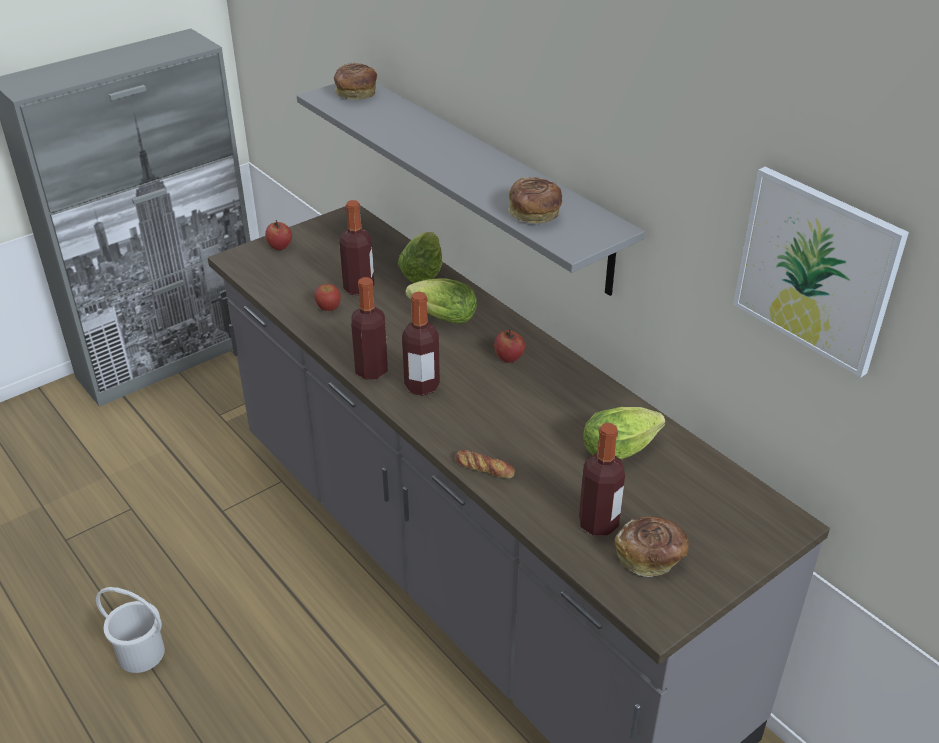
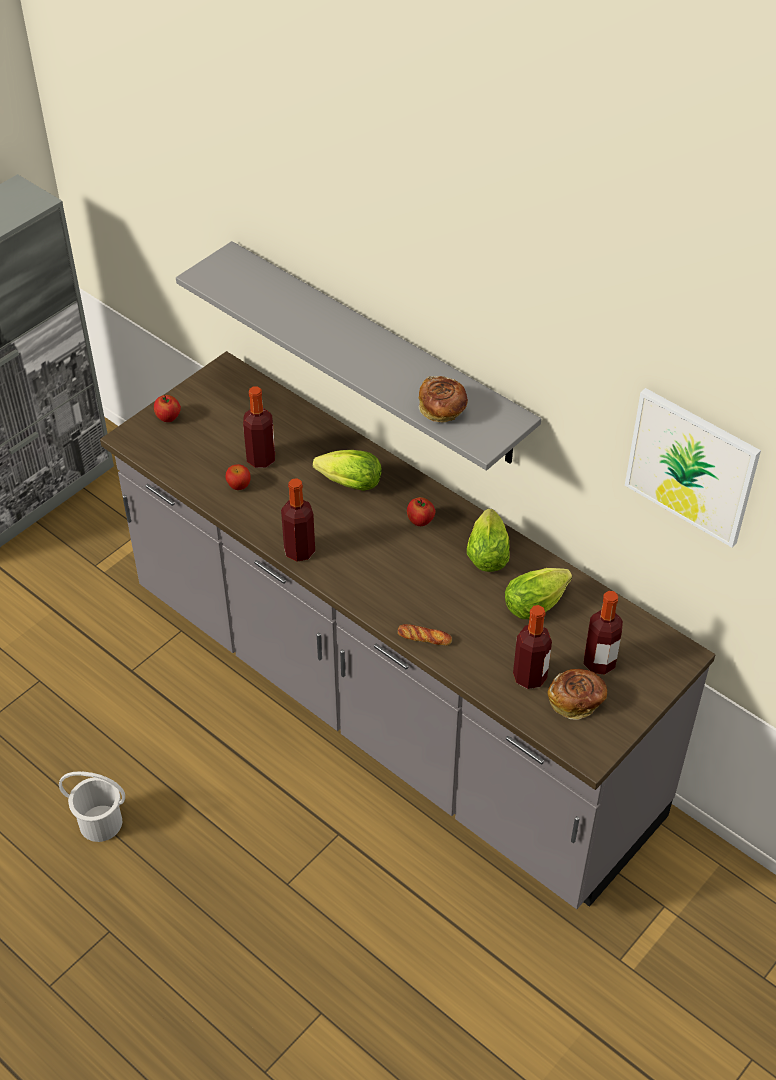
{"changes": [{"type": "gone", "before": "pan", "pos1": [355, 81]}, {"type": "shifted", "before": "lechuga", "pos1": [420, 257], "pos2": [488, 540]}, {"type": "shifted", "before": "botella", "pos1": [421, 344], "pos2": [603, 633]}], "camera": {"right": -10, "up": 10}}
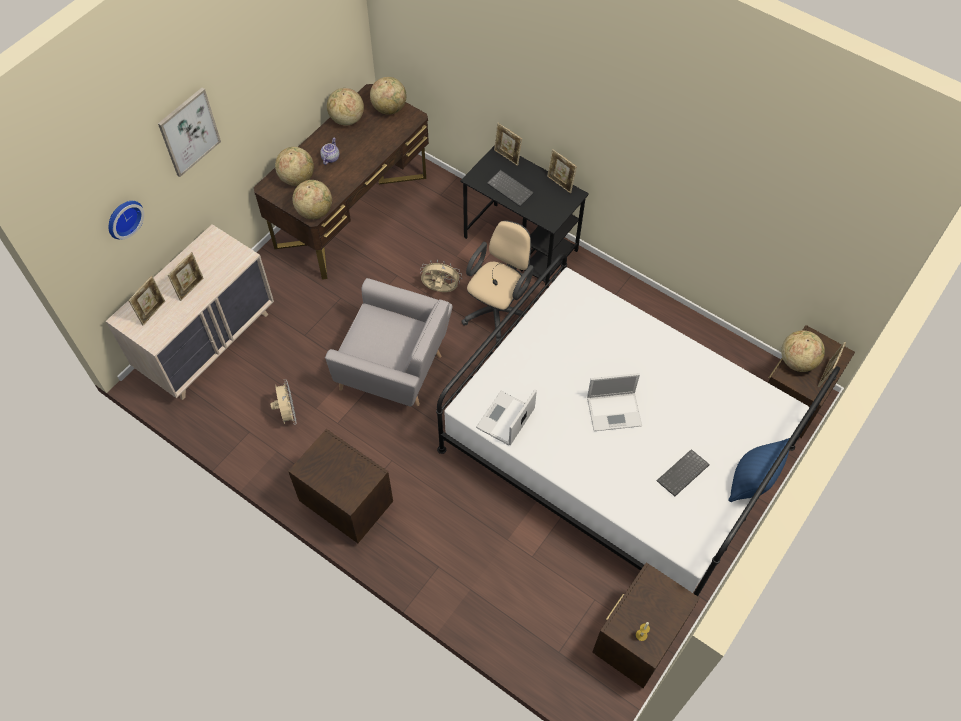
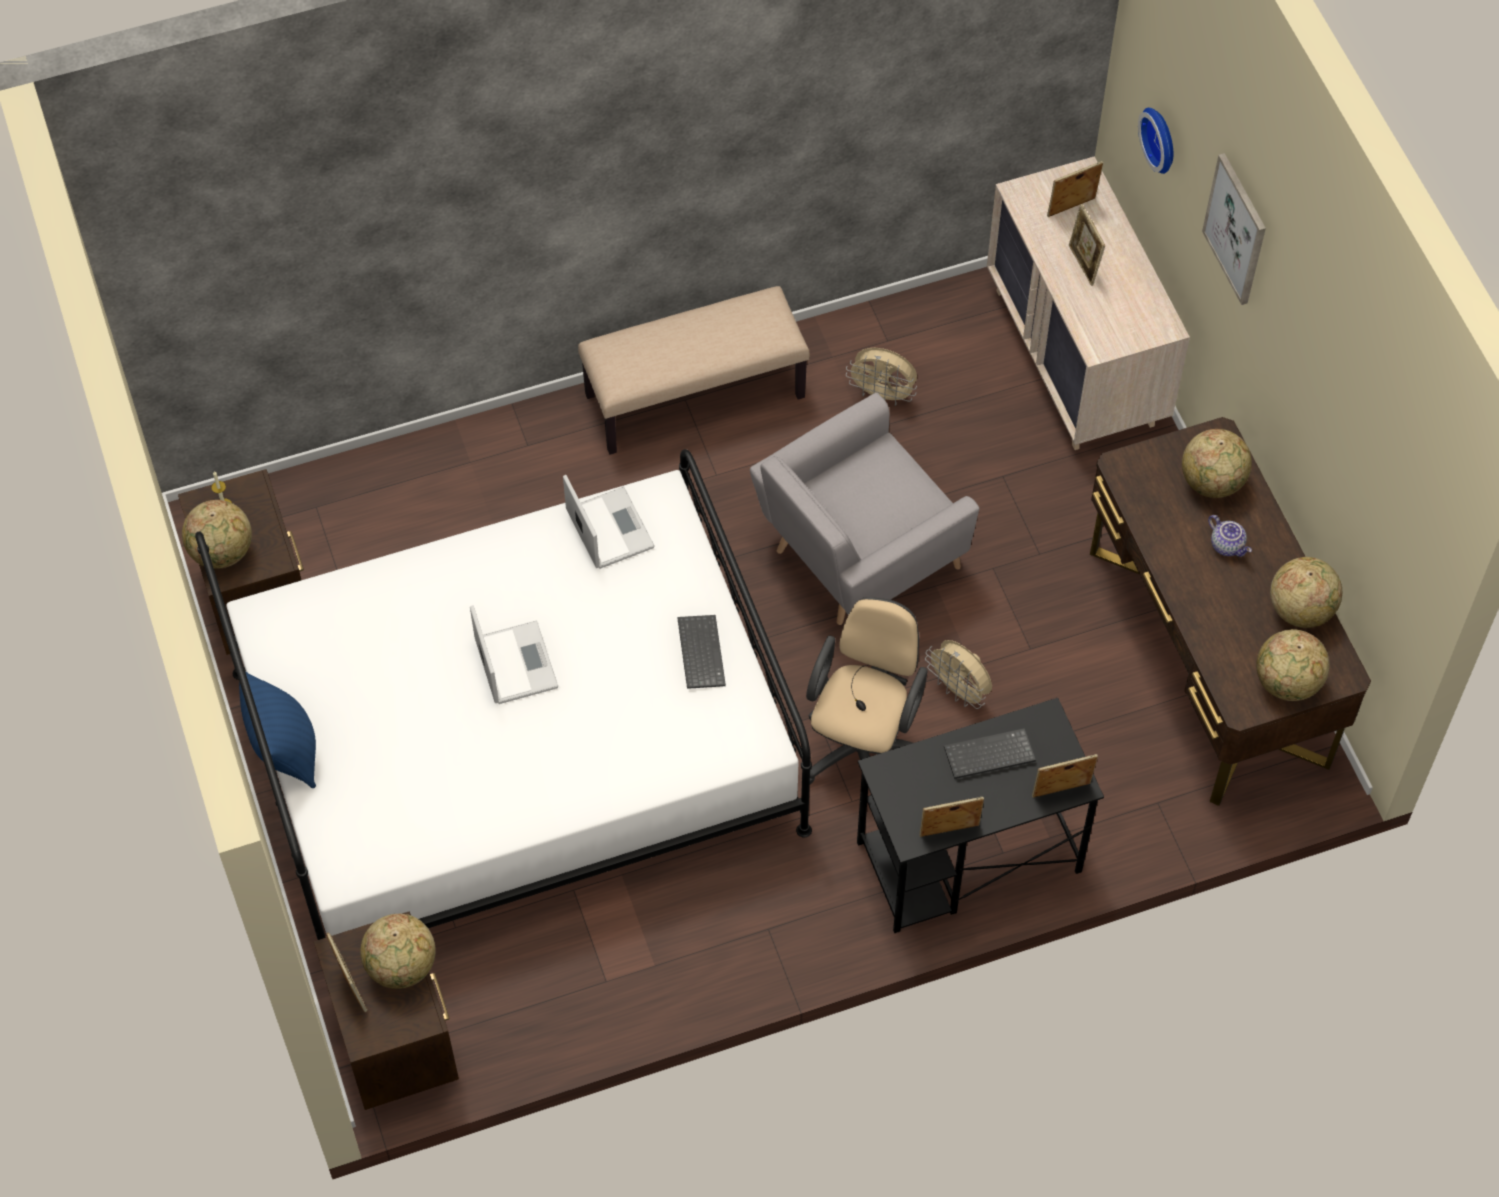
{"changes": [{"type": "rotated", "before": "portarretratos", "pos1": [146, 301], "pos2": [1075, 189], "turn": 90}, {"type": "swapped", "before": "mesita de noche (marrón)", "after": "banco (beis)", "pos1": [340, 486], "pos2": [694, 370]}, {"type": "shifted", "before": "globo terráqueo", "pos1": [312, 199], "pos2": [217, 534]}, {"type": "rotated", "before": "ventilador (beis)", "pos1": [441, 276], "pos2": [958, 674], "turn": 90}, {"type": "rotated", "before": "silla de oficina (beis)", "pos1": [497, 281], "pos2": [867, 690], "turn": -135}, {"type": "rotated", "before": "portátil", "pos1": [614, 402], "pos2": [514, 654], "turn": 135}, {"type": "shifted", "before": "teclado", "pos1": [683, 472], "pos2": [701, 652]}], "camera": {"right": 125, "up": 0}}
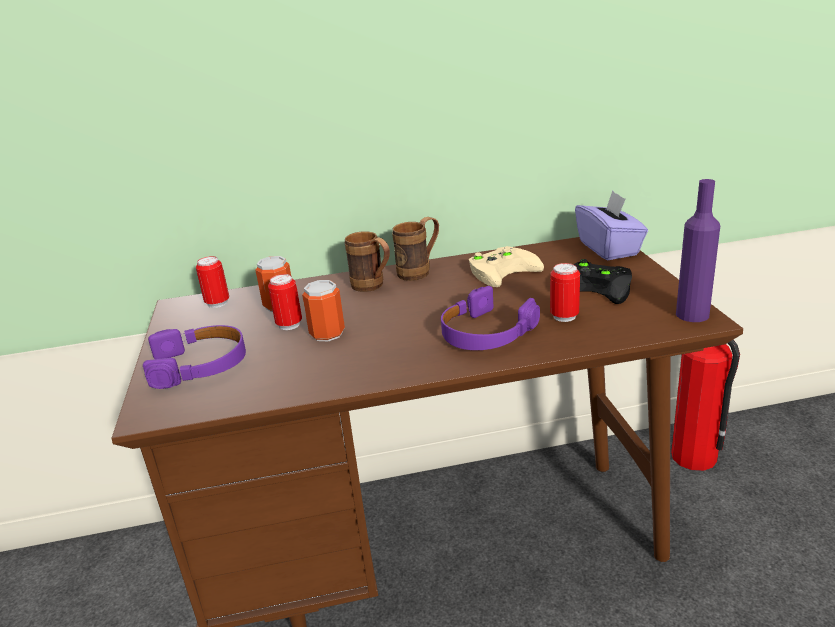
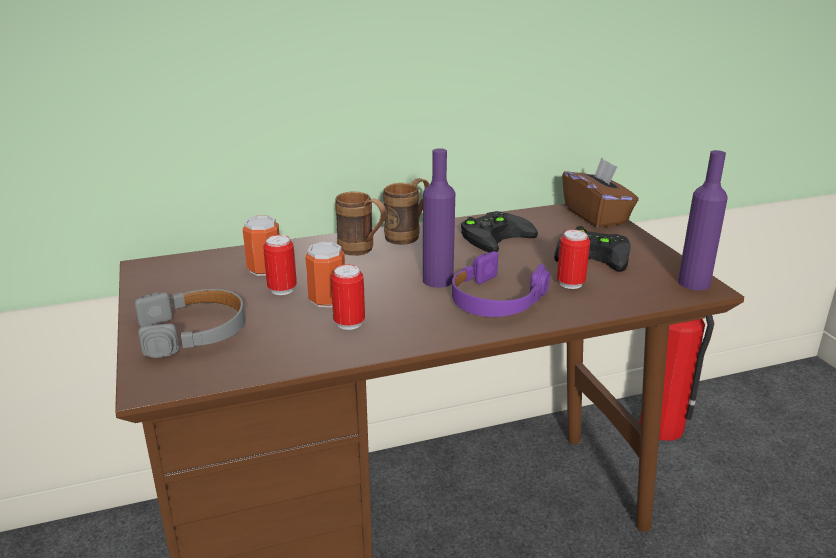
{"changes": [{"type": "repainted", "before": "auriculares (morado)", "after": "auriculares (gris)", "pos1": [194, 357], "pos2": [190, 323]}, {"type": "shifted", "before": "lata", "pos1": [212, 282], "pos2": [348, 297]}, {"type": "repainted", "before": "mando de consola (beis)", "after": "mando de consola (negro)", "pos1": [506, 266], "pos2": [499, 231]}, {"type": "repainted", "before": "caja de pañuelos (morado)", "after": "caja de pañuelos (marrón)", "pos1": [611, 225], "pos2": [600, 192]}, {"type": "new", "after": "botella (morado)", "pos2": [439, 218]}], "camera": {"right": -10, "up": 0}}
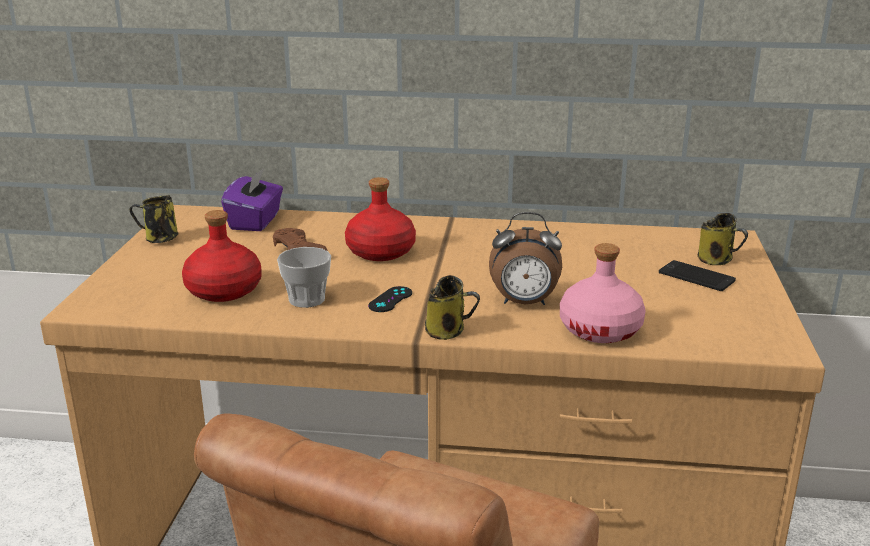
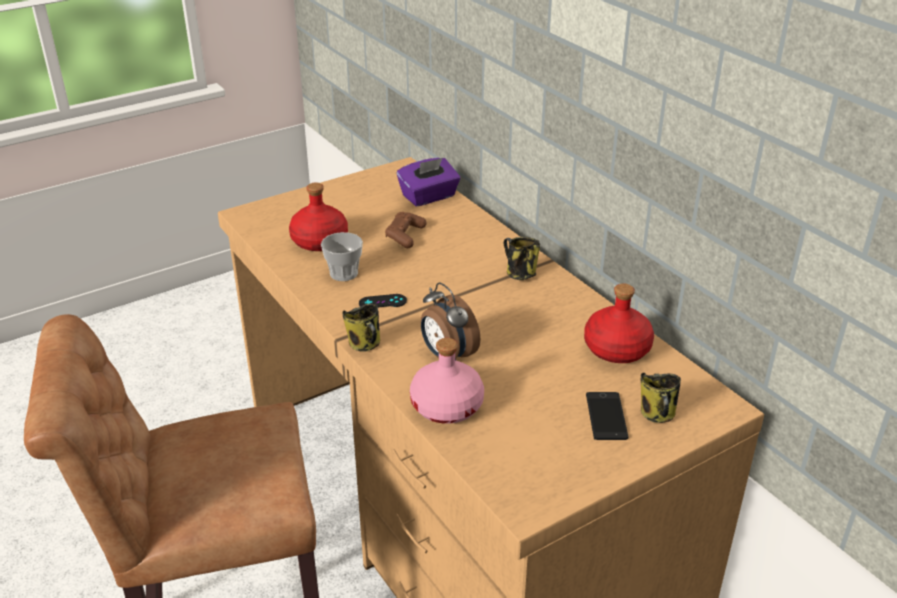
{"changes": [{"type": "shifted", "before": "taza grande", "pos1": [154, 219], "pos2": [522, 258]}, {"type": "shifted", "before": "botella (rojo)", "pos1": [380, 219], "pos2": [619, 323]}], "camera": {"right": 50, "up": 10}}
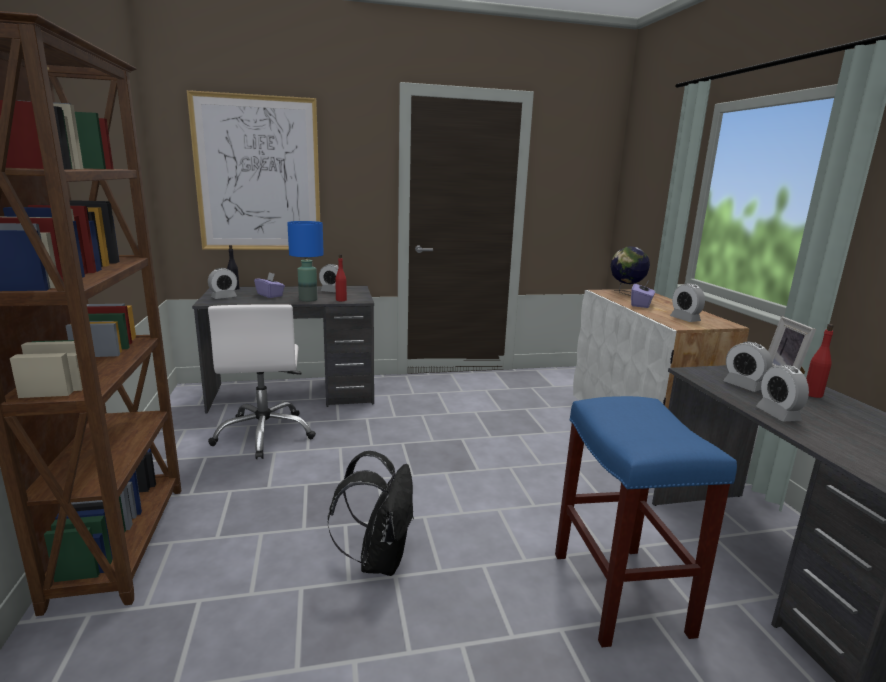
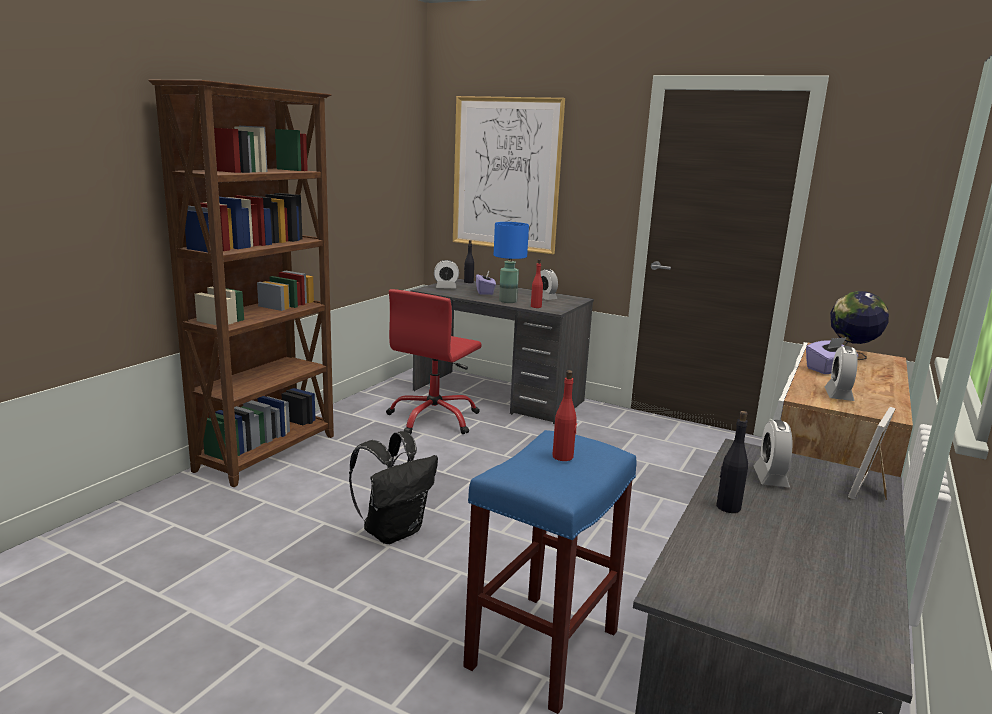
{"changes": [{"type": "repainted", "before": "silla de oficina (blanco)", "after": "silla de oficina (rojo)", "pos1": [262, 381], "pos2": [434, 362]}, {"type": "swapped", "before": "despertador", "after": "botella (negro)", "pos1": [782, 392], "pos2": [732, 462]}, {"type": "shifted", "before": "botella (rojo)", "pos1": [820, 361], "pos2": [564, 415]}], "camera": {"right": 40, "up": 0}}
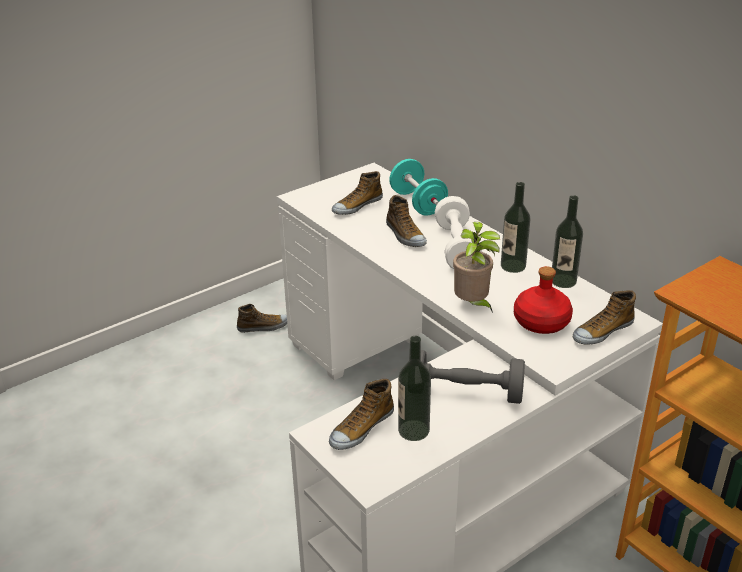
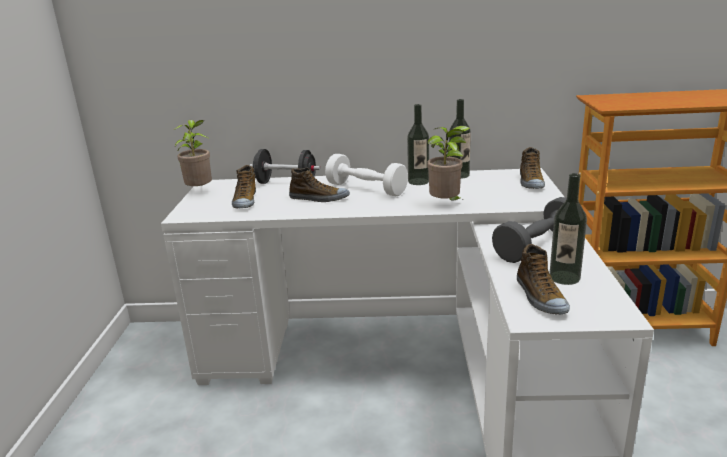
{"changes": [{"type": "gone", "before": "zapato", "pos1": [262, 318]}, {"type": "repainted", "before": "mancuerna (turquesa)", "after": "mancuerna (negro)", "pos1": [418, 187], "pos2": [285, 166]}, {"type": "gone", "before": "botella (rojo)", "pos1": [543, 300]}, {"type": "new", "after": "planta en maceta", "pos2": [193, 153]}], "camera": {"right": -50, "up": -10}}
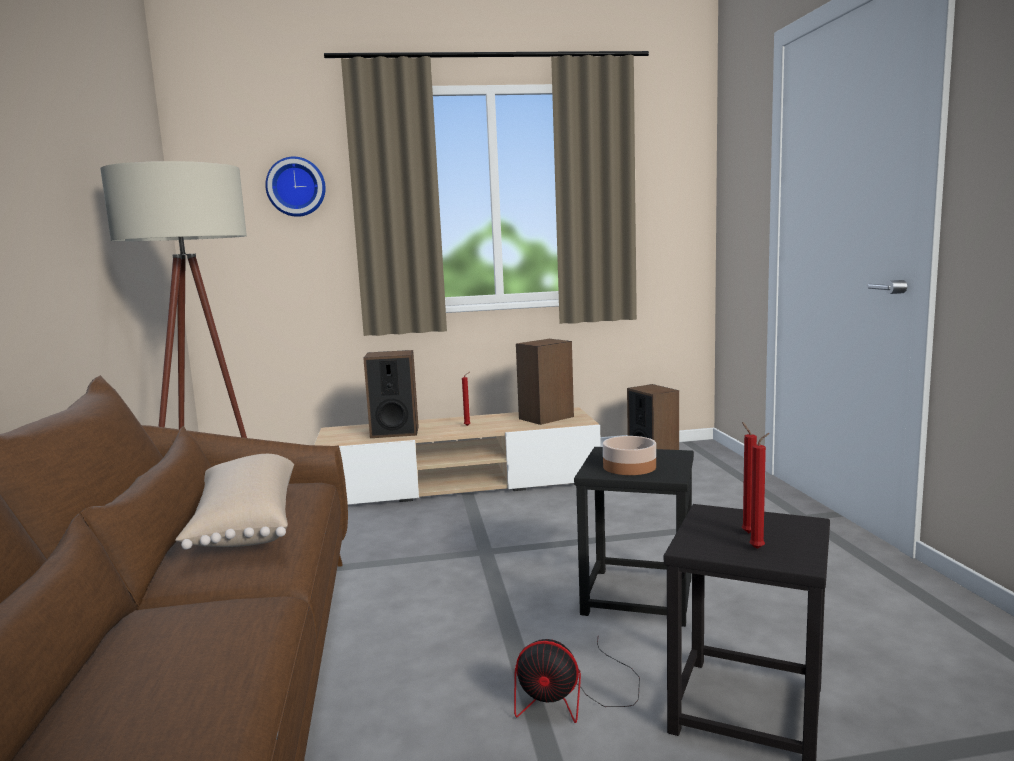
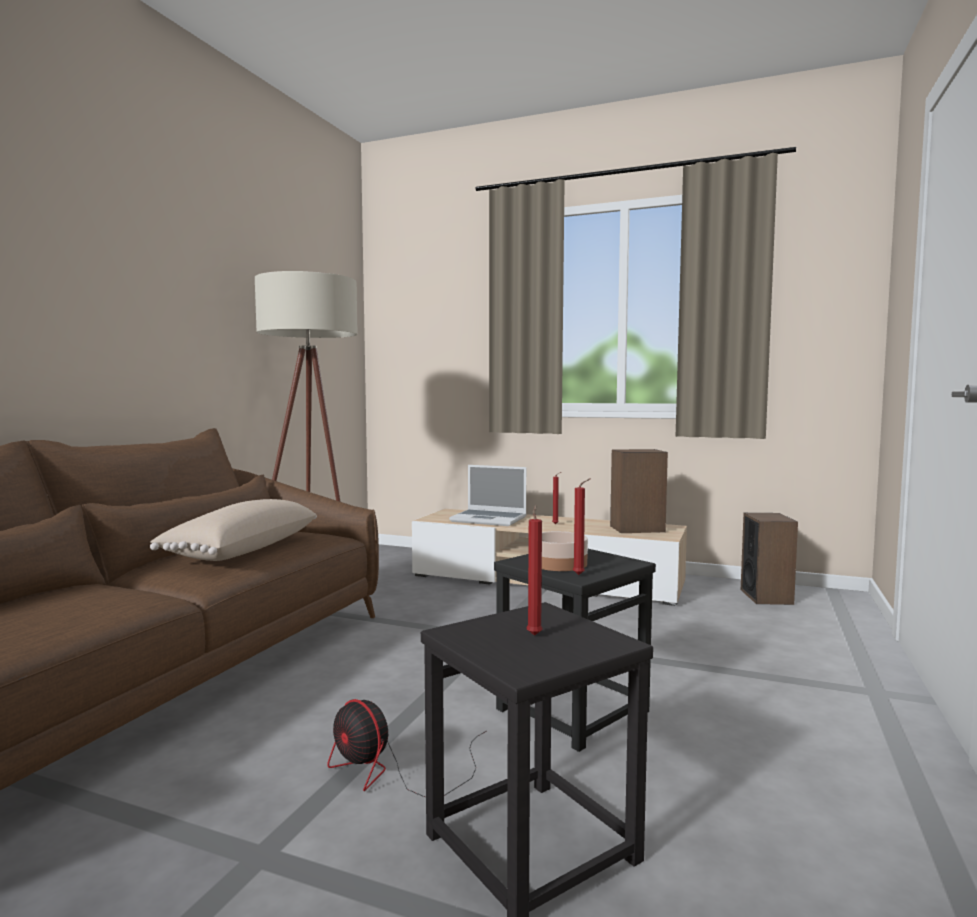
{"changes": [{"type": "gone", "before": "reloj de pared", "pos1": [295, 187]}, {"type": "swapped", "before": "altavoz", "after": "portátil", "pos1": [391, 394], "pos2": [487, 495]}, {"type": "shifted", "before": "vela (rojo)", "pos1": [759, 491], "pos2": [581, 526]}], "camera": {"right": 30, "up": -5}}
